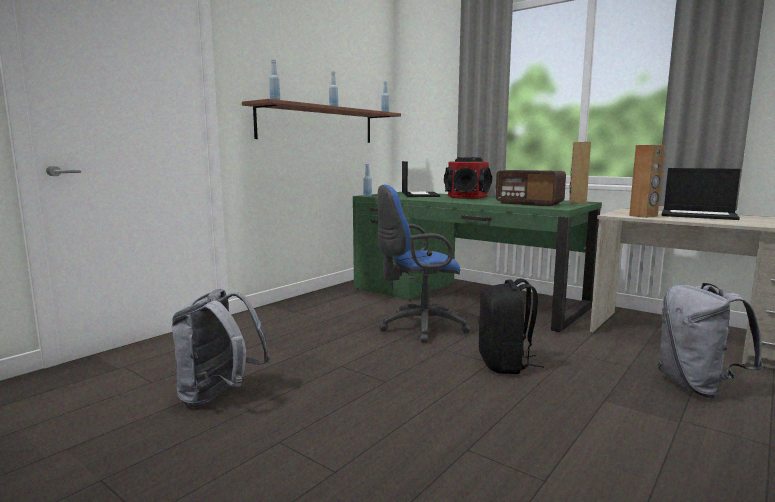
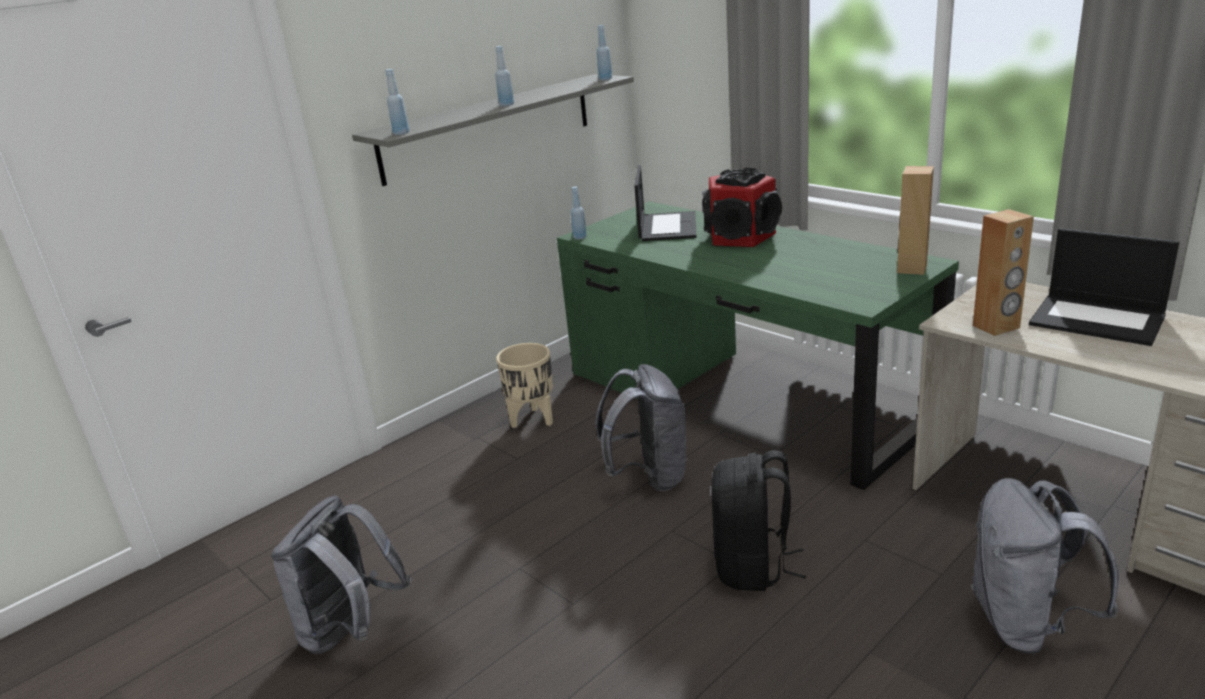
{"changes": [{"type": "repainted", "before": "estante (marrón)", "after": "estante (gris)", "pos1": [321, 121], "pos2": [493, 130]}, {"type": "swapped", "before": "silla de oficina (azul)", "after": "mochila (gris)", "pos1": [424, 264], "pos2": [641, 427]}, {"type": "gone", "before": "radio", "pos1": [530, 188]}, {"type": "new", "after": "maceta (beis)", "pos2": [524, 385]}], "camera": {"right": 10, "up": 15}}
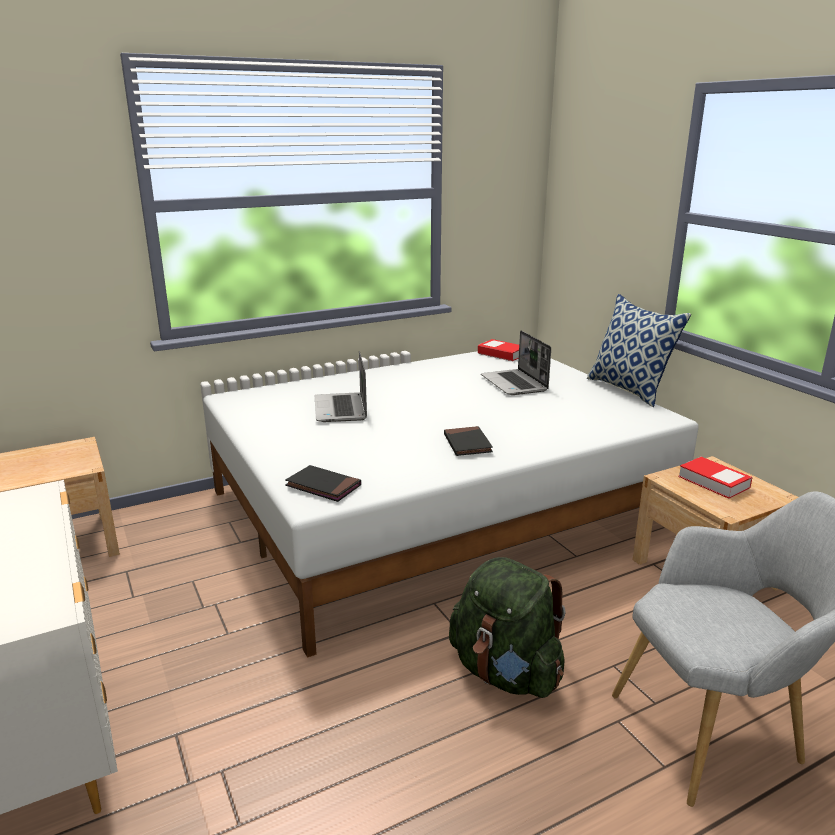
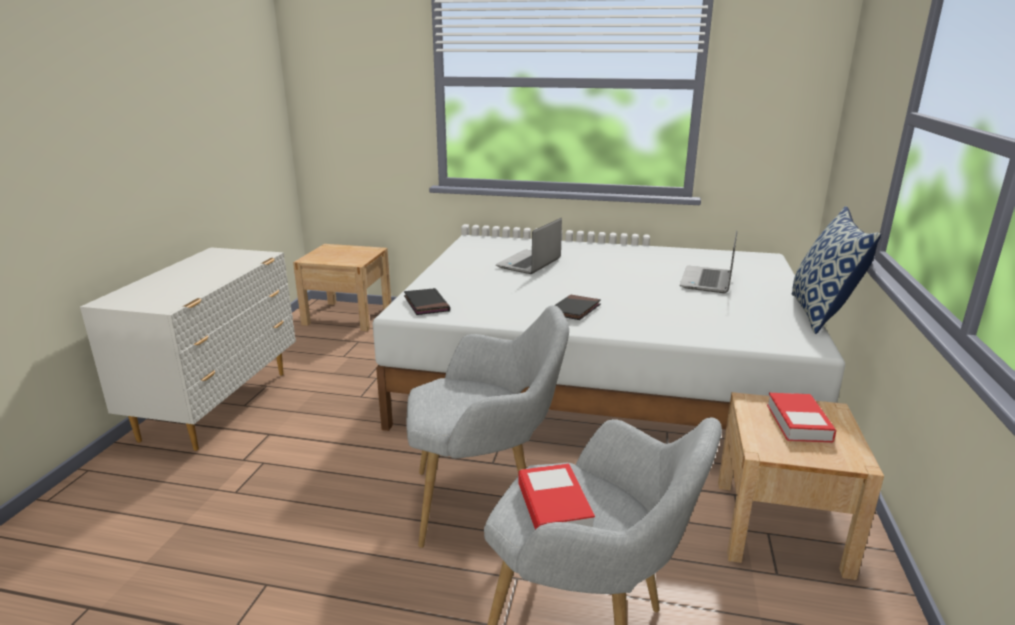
{"changes": [{"type": "swapped", "before": "mochila (verde)", "after": "sillón (gris)", "pos1": [507, 627], "pos2": [487, 426]}, {"type": "shifted", "before": "libro", "pos1": [498, 350], "pos2": [557, 496]}], "camera": {"right": 40, "up": 0}}
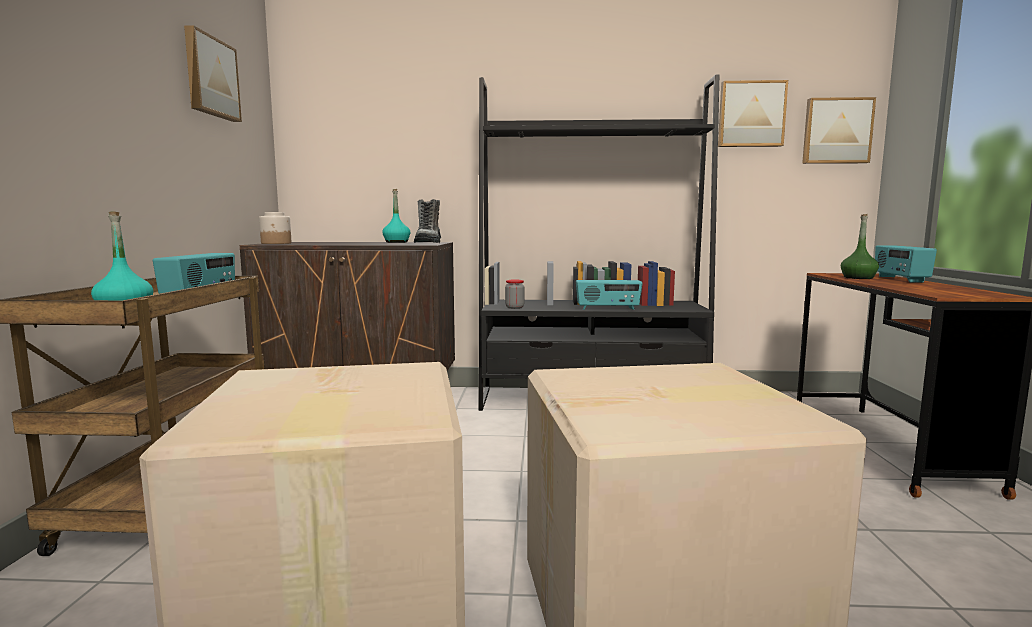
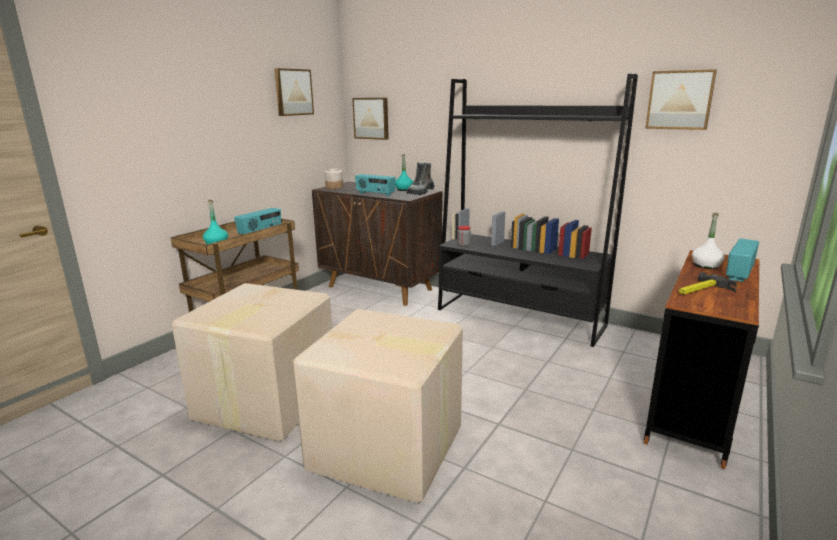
{"changes": [{"type": "shifted", "before": "radio", "pos1": [609, 295], "pos2": [375, 185]}, {"type": "shifted", "before": "cuadro", "pos1": [839, 130], "pos2": [370, 119]}, {"type": "repainted", "before": "botella (verde)", "after": "botella (blanco)", "pos1": [860, 246], "pos2": [708, 241]}, {"type": "new", "after": "martillo", "pos2": [708, 283]}], "camera": {"right": 30, "up": 10}}
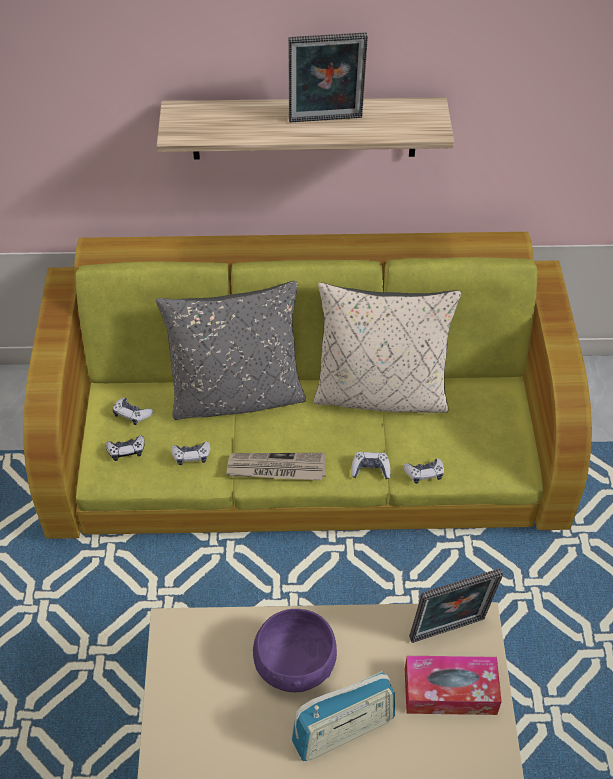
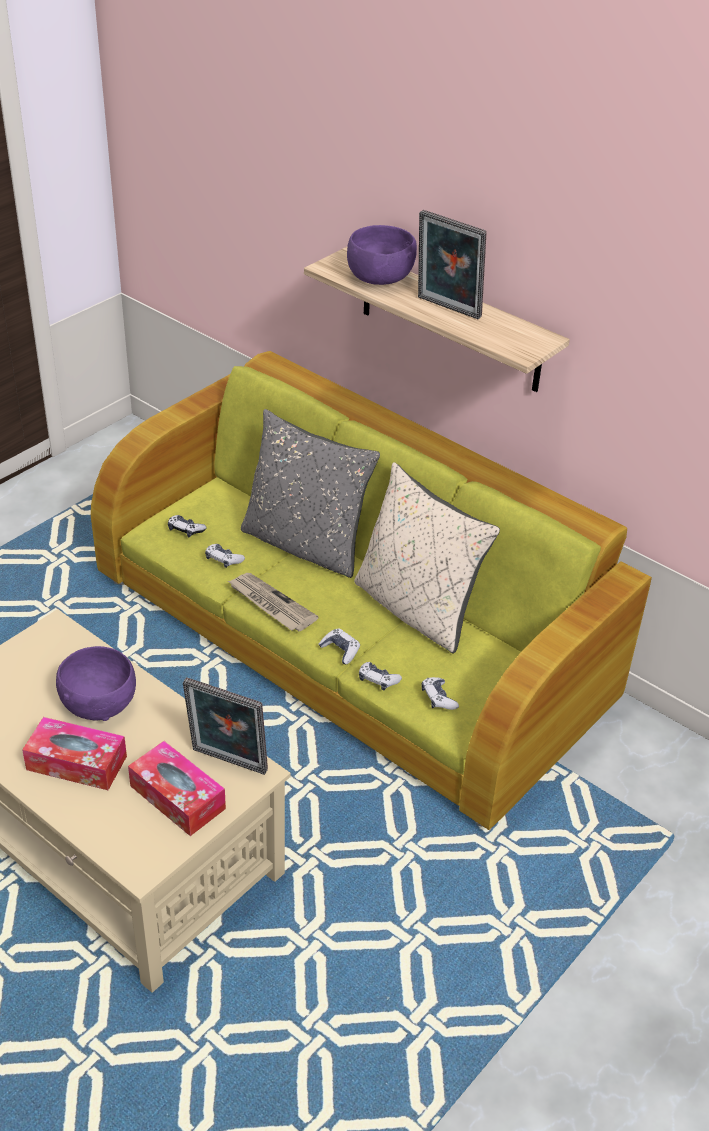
{"changes": [{"type": "shifted", "before": "mando de consola", "pos1": [133, 411], "pos2": [440, 693]}, {"type": "swapped", "before": "radio", "after": "caja de pañuelos", "pos1": [343, 716], "pos2": [74, 753]}, {"type": "new", "after": "cuenco (morado)", "pos2": [382, 255]}], "camera": {"right": 40, "up": -10}}
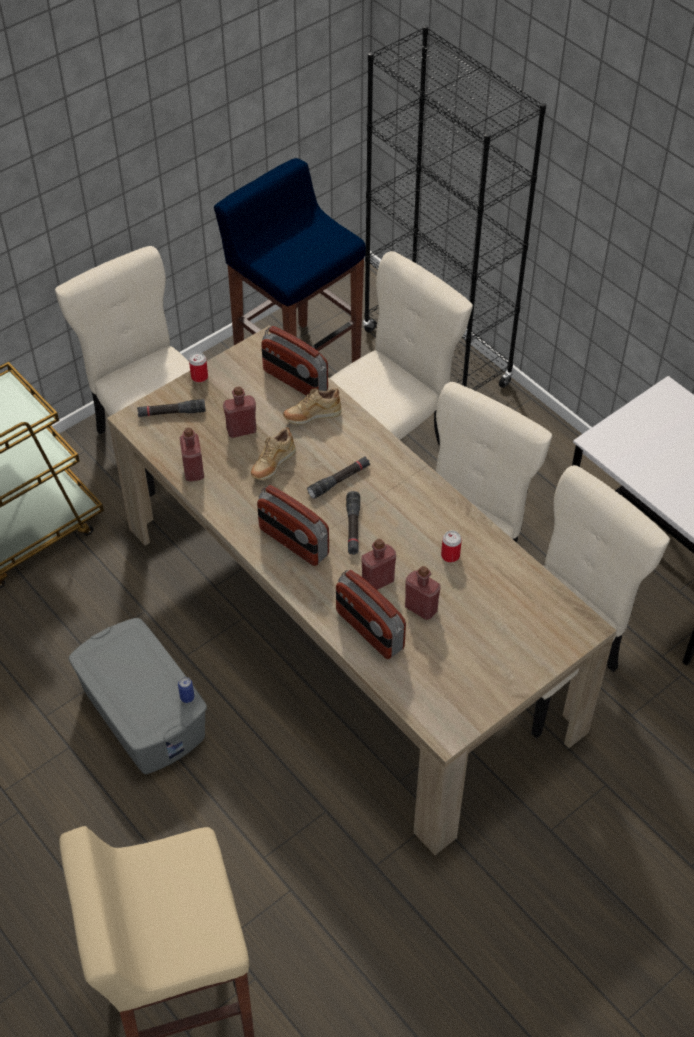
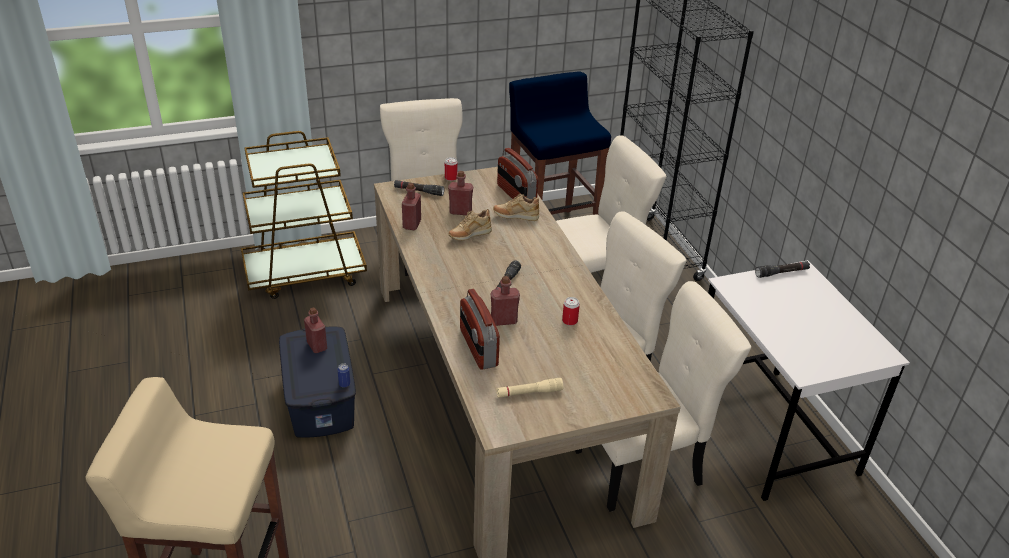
{"changes": [{"type": "repainted", "before": "caja de almacenaje (gris)", "after": "caja de almacenaje (azul)", "pos1": [138, 696], "pos2": [317, 382]}, {"type": "gone", "before": "radio", "pos1": [293, 525]}, {"type": "shifted", "before": "linterna (negro)", "pos1": [338, 478], "pos2": [782, 269]}, {"type": "shifted", "before": "botella (rojo)", "pos1": [423, 593], "pos2": [315, 330]}, {"type": "new", "after": "linterna (beis)", "pos2": [529, 388]}], "camera": {"right": 20, "up": -15}}
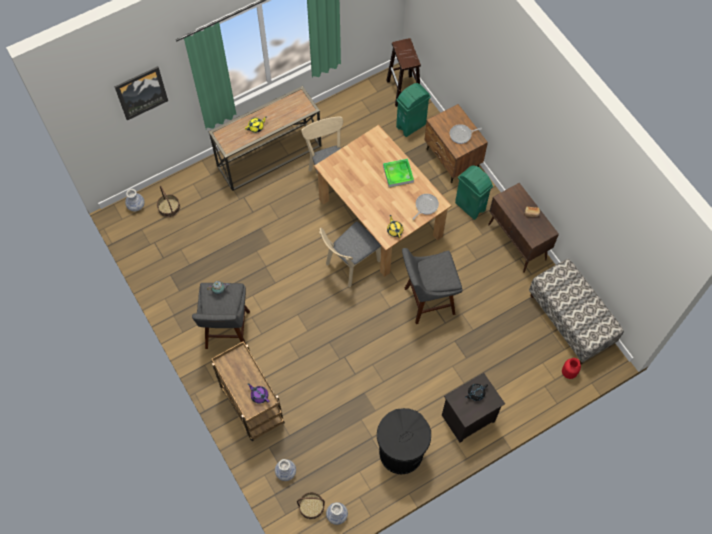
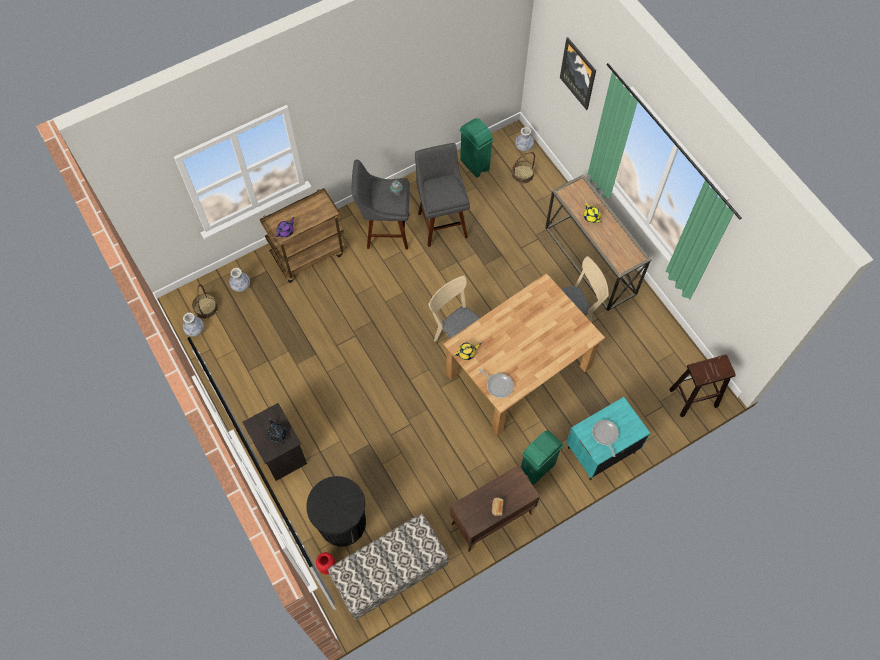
{"changes": [{"type": "shifted", "before": "papelera (negro)", "pos1": [404, 441], "pos2": [336, 511]}, {"type": "gone", "before": "bandeja", "pos1": [398, 173]}, {"type": "shifted", "before": "papelera (verde)", "pos1": [413, 110], "pos2": [477, 148]}, {"type": "shifted", "before": "taburete (gris)", "pos1": [432, 286], "pos2": [442, 195]}, {"type": "repainted", "before": "mesita de noche (marrón)", "after": "mesita de noche (turquesa)", "pos1": [456, 143], "pos2": [608, 438]}], "camera": {"right": 90, "up": 0}}
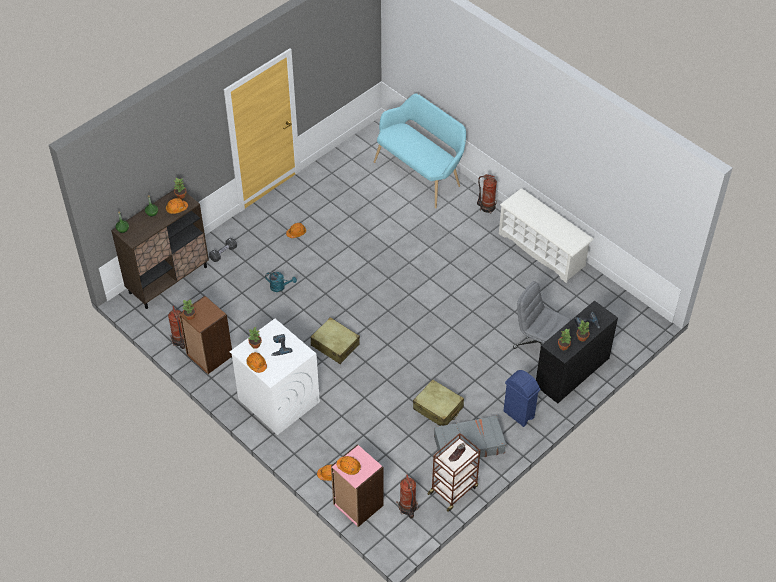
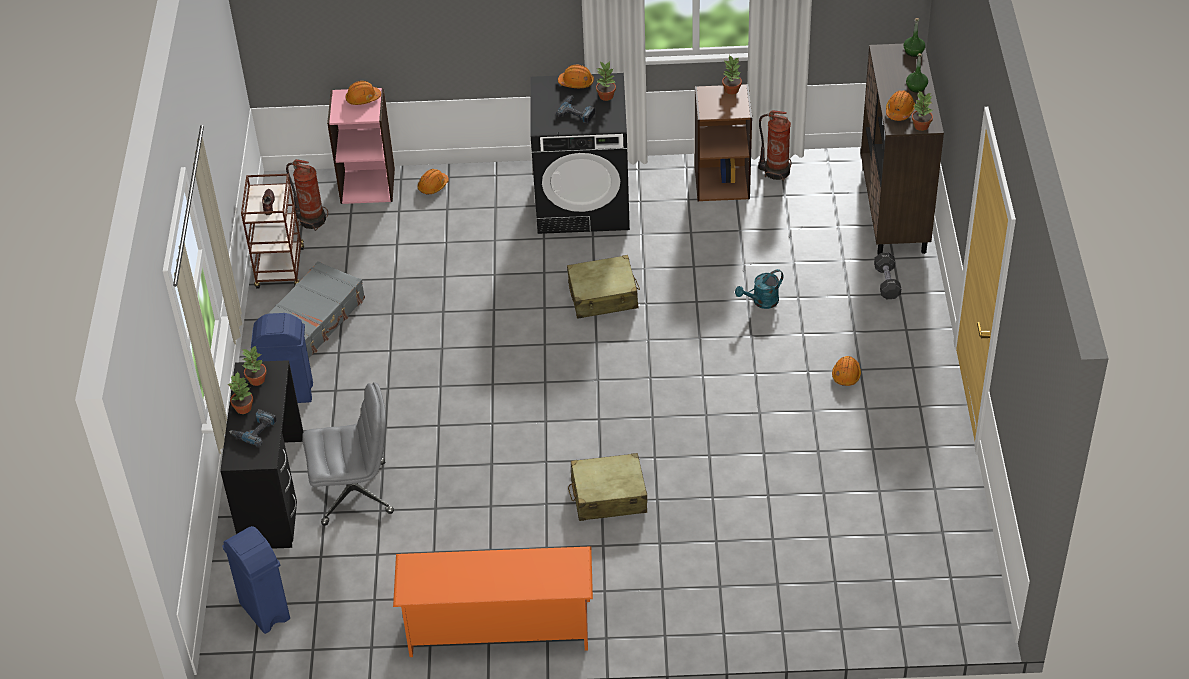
{"changes": [{"type": "repainted", "before": "lavadora (blanco)", "after": "lavadora (negro)", "pos1": [275, 377], "pos2": [580, 153]}, {"type": "gone", "before": "banco (turquesa)", "pos1": [420, 151]}, {"type": "shifted", "before": "maleta (beis)", "pos1": [438, 402], "pos2": [607, 487]}, {"type": "gone", "before": "extintor", "pos1": [487, 194]}, {"type": "repainted", "before": "zapatero (blanco)", "after": "zapatero (naranja)", "pos1": [546, 235], "pos2": [493, 601]}, {"type": "new", "after": "papelera (azul)", "pos2": [256, 580]}], "camera": {"right": 135, "up": -5}}
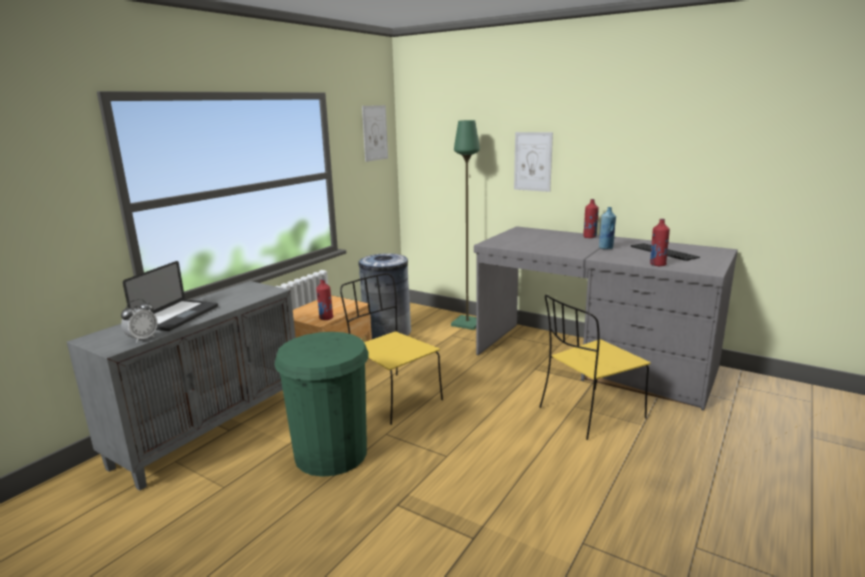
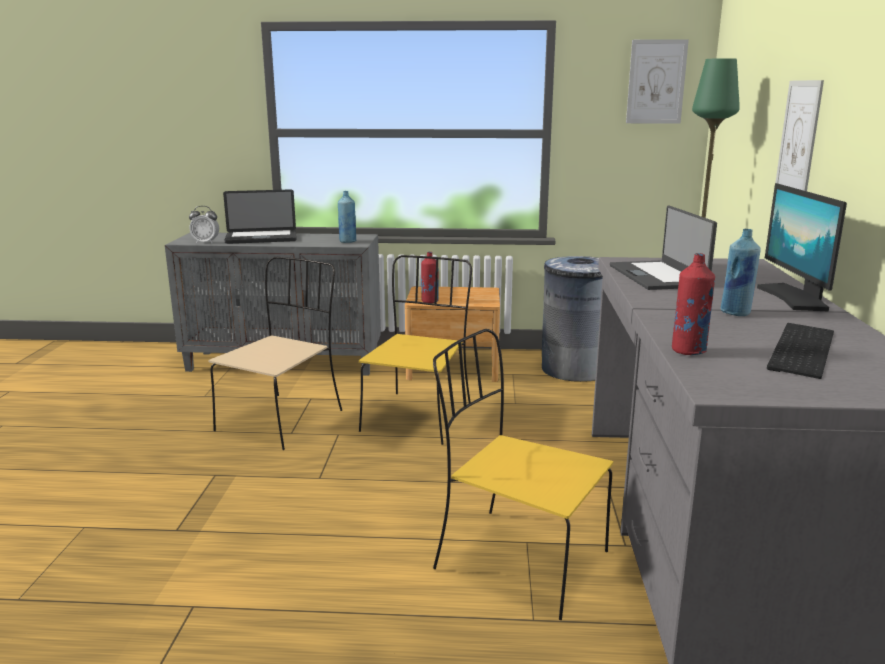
{"changes": [{"type": "swapped", "before": "papelera (verde)", "after": "silla (beis)", "pos1": [321, 404], "pos2": [275, 353]}, {"type": "swapped", "before": "botella (rojo)", "after": "monitor", "pos1": [591, 218], "pos2": [802, 247]}, {"type": "new", "after": "botella (azul)", "pos2": [347, 217]}, {"type": "new", "after": "portátil", "pos2": [663, 248]}], "camera": {"right": 60, "up": 0}}
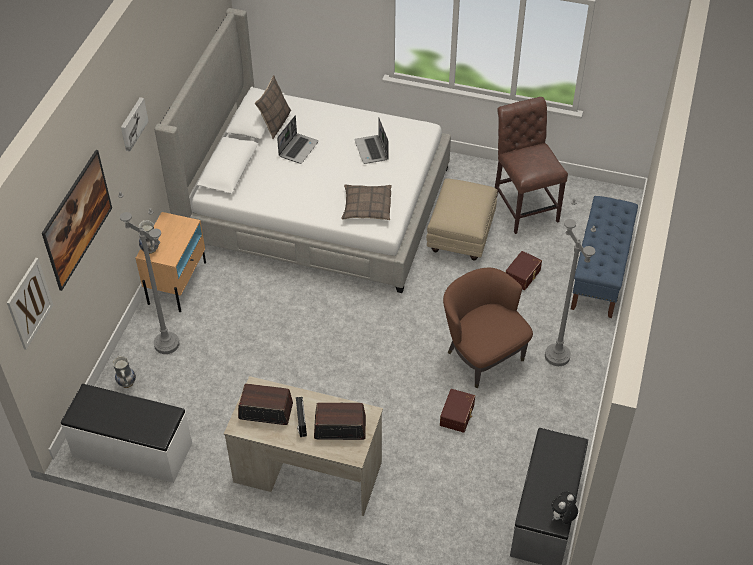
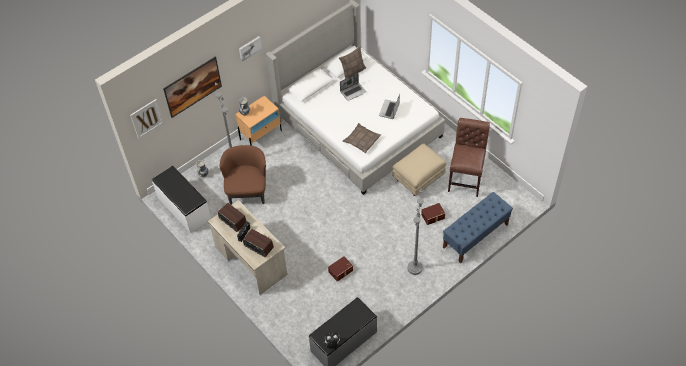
{"changes": [{"type": "shifted", "before": "sillón (marrón)", "pos1": [488, 328], "pos2": [242, 175]}], "camera": {"right": 35, "up": 5}}
